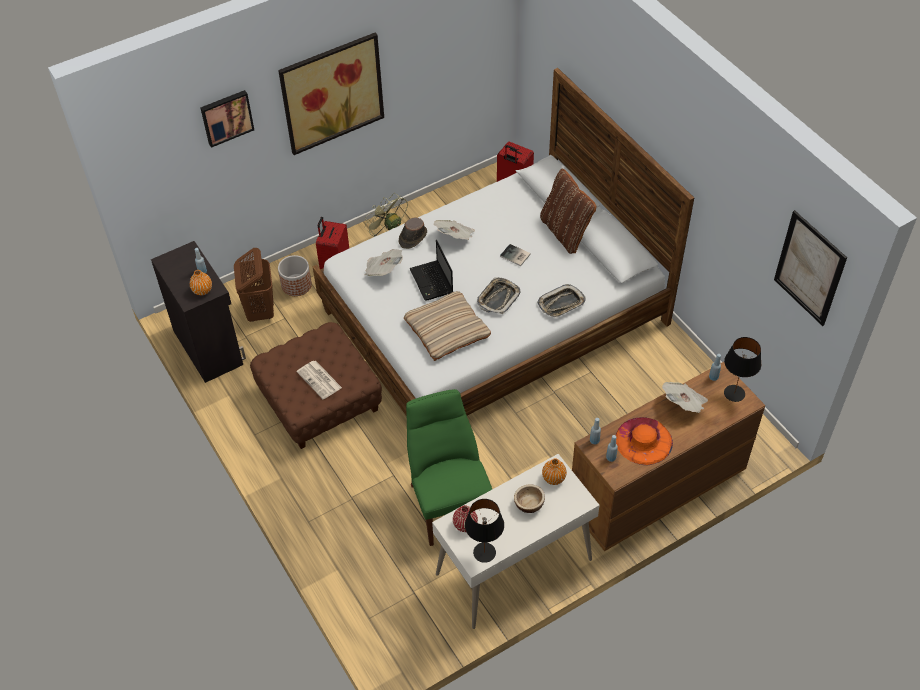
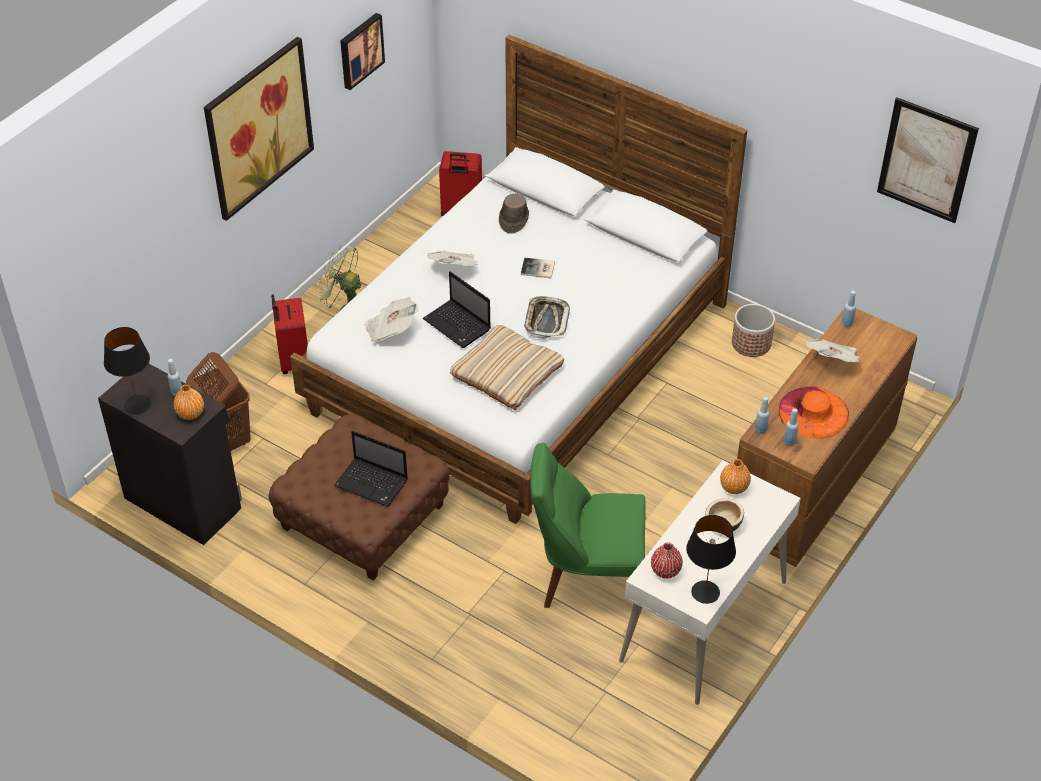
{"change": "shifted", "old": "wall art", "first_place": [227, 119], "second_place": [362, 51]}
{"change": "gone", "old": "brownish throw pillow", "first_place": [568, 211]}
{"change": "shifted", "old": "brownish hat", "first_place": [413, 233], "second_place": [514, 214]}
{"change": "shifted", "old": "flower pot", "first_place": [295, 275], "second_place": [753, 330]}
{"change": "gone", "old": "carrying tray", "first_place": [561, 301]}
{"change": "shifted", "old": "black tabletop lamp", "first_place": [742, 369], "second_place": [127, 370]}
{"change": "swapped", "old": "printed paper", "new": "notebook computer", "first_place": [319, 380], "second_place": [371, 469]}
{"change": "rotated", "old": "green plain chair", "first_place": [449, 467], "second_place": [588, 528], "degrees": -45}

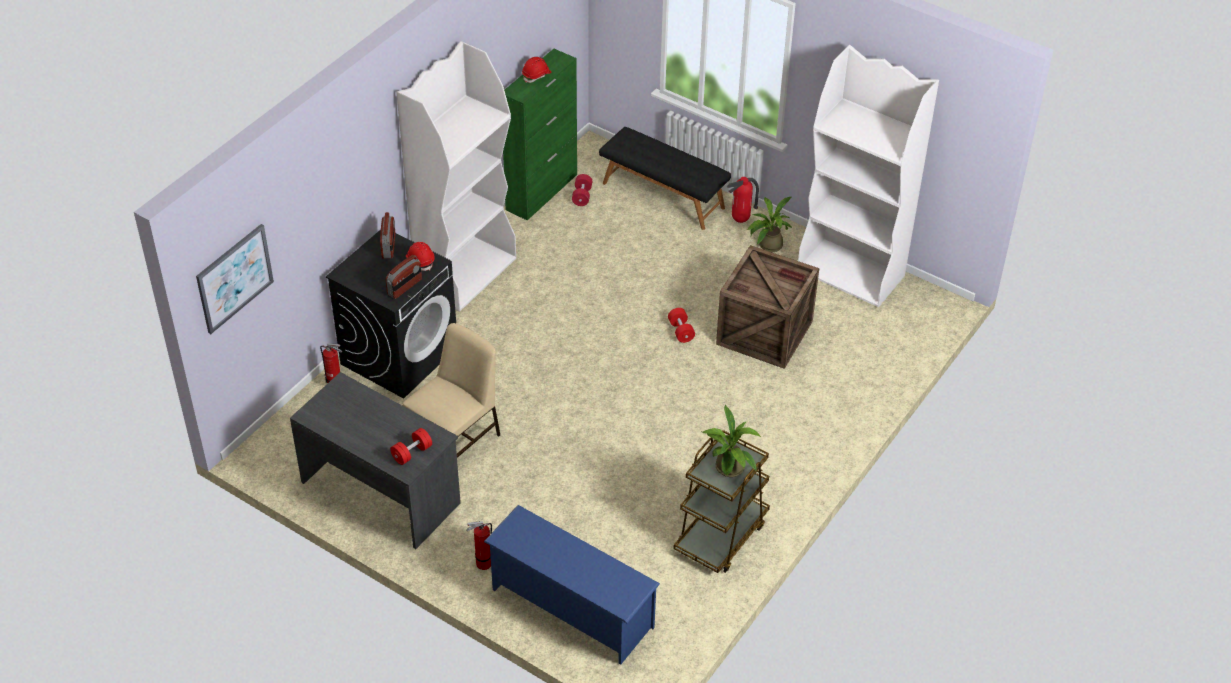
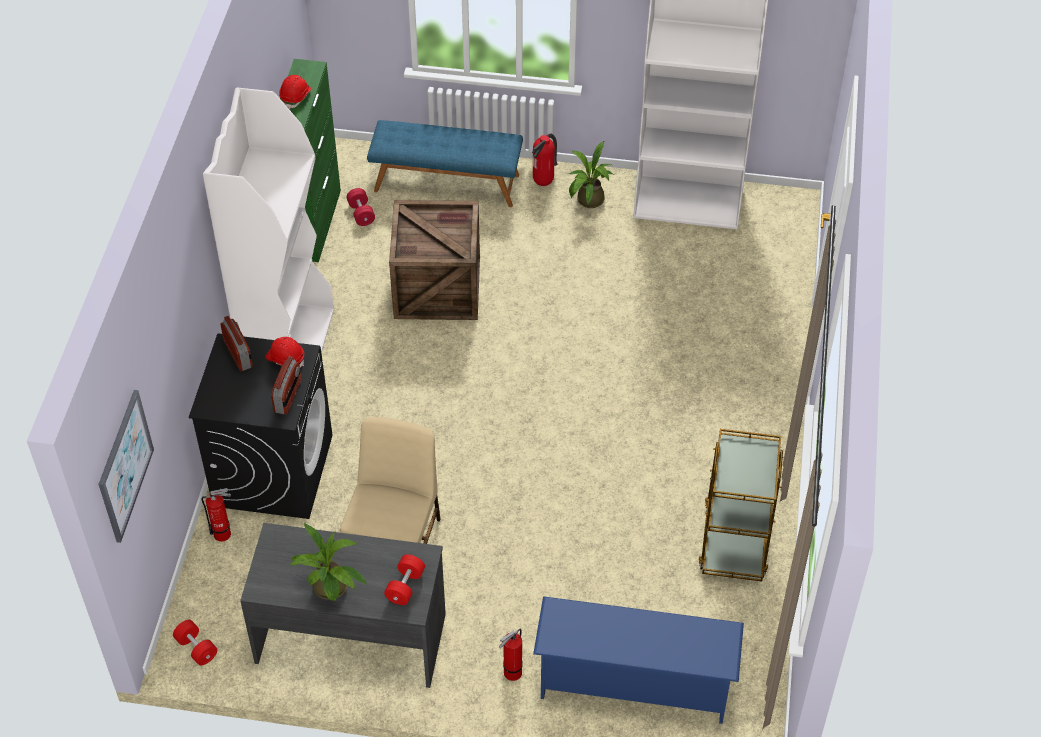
{"change": "repainted", "old": "black bench", "new": "bluish bench", "first_place": [665, 178], "second_place": [445, 163]}
{"change": "shifted", "old": "packing crate", "first_place": [767, 307], "second_place": [434, 260]}
{"change": "shifted", "old": "red free weight", "first_place": [681, 325], "second_place": [195, 642]}
{"change": "shifted", "old": "houseplant", "first_place": [731, 441], "second_place": [328, 561]}

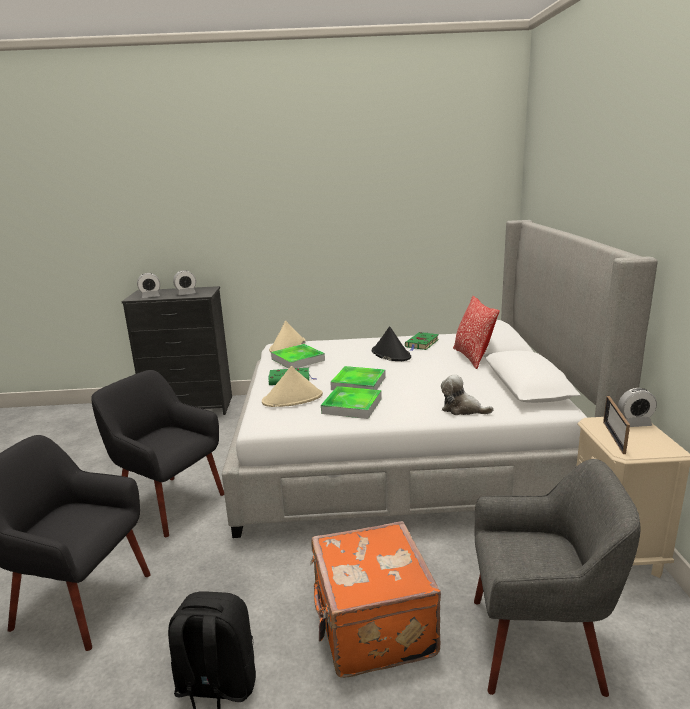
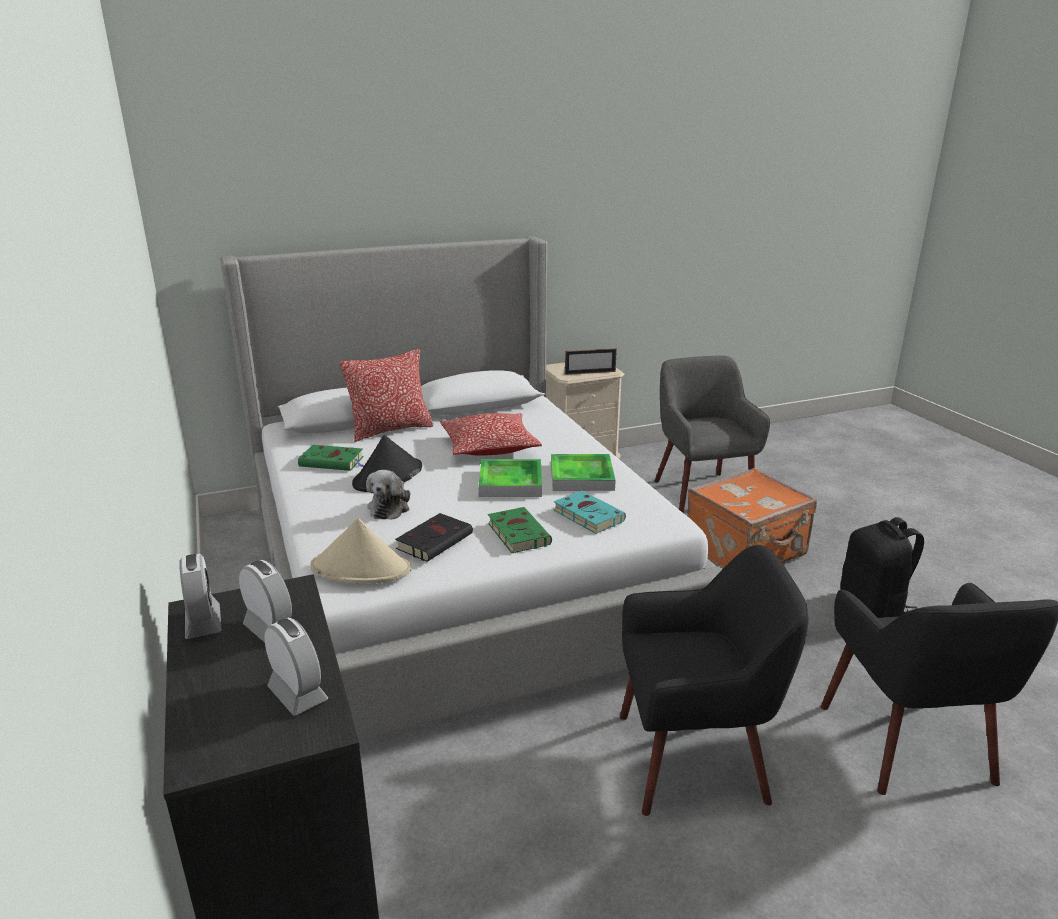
{"change": "swapped", "old": "carrying tray", "new": "black bound book", "first_place": [298, 356], "second_place": [434, 537]}
{"change": "swapped", "old": "sand-coloured hat", "new": "blue-green bound book", "first_place": [292, 386], "second_place": [590, 512]}
{"change": "rotated", "old": "black easy chair", "first_place": [157, 453], "second_place": [714, 680], "degrees": -105}
{"change": "shifted", "old": "soft toy", "first_place": [467, 394], "second_place": [388, 494]}
{"change": "shifted", "old": "alarm clock", "first_place": [637, 407], "second_place": [200, 596]}
{"change": "new", "new": "throw pillow", "second_place": [491, 434]}

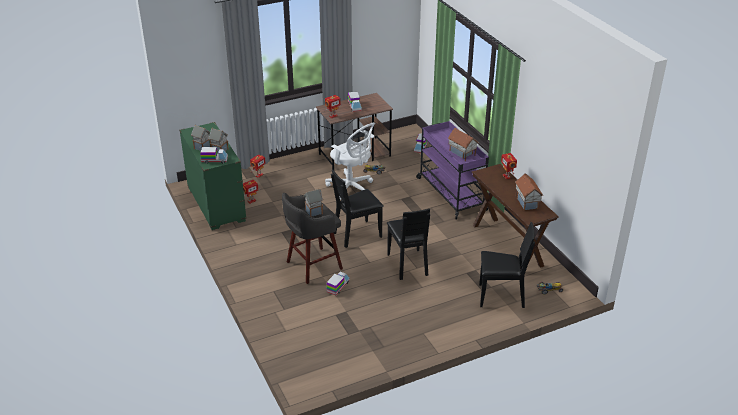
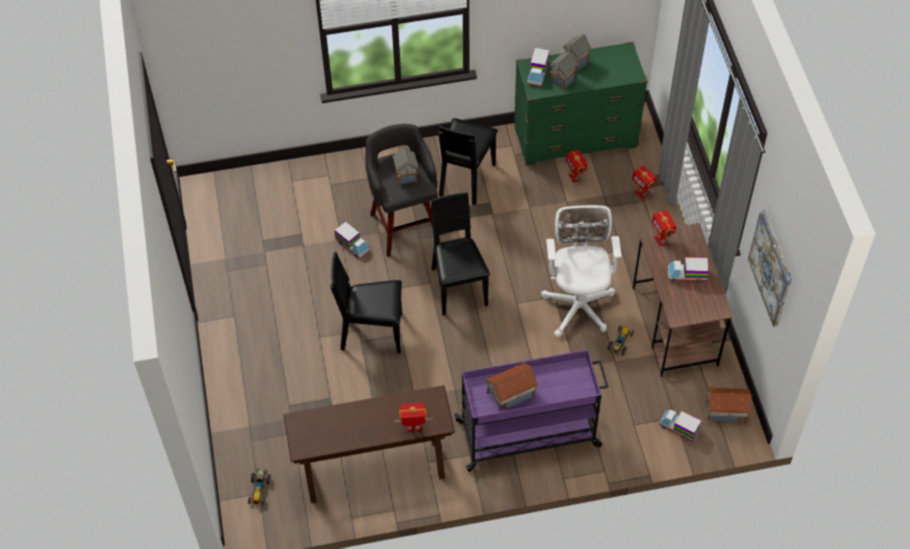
{"change": "rotated", "old": "white-coloured office chair", "first_place": [350, 161], "second_place": [581, 271], "degrees": 120}
{"change": "shifted", "old": "toy house", "first_place": [529, 192], "second_place": [729, 406]}
{"change": "shifted", "old": "black plain chair", "first_place": [507, 265], "second_place": [468, 161]}
{"change": "new", "new": "wall art", "second_place": [770, 268]}

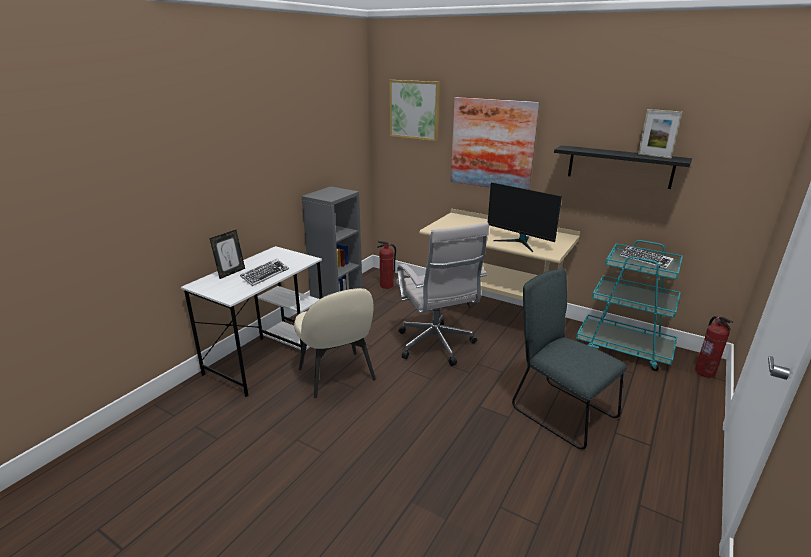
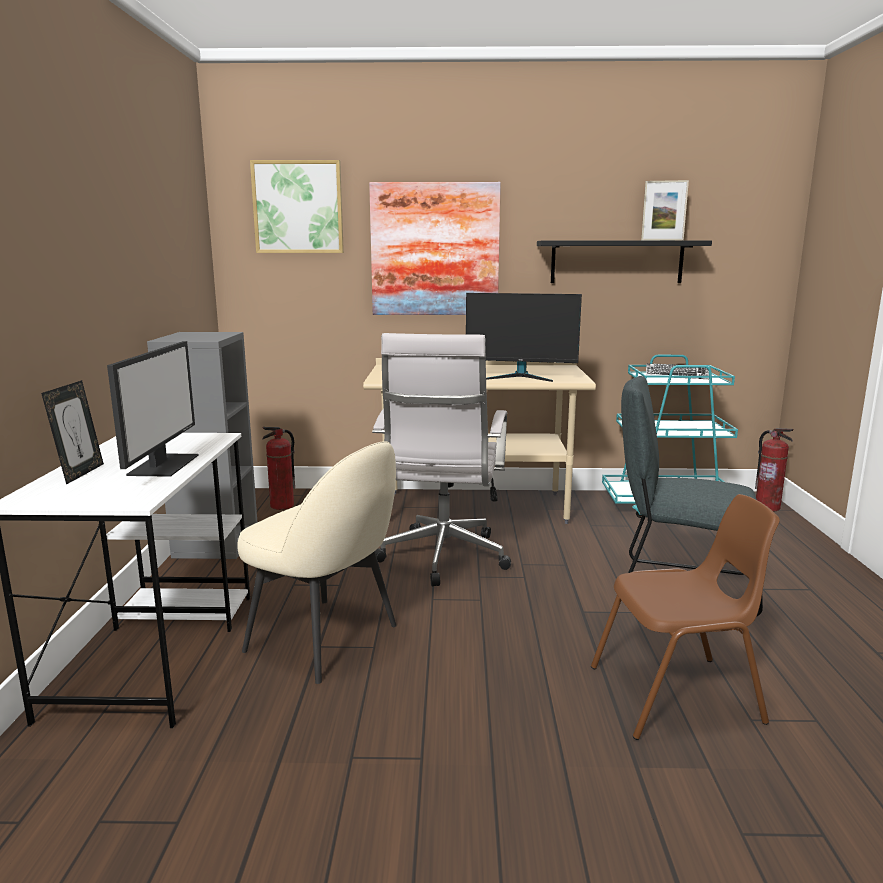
{"change": "rotated", "old": "white-coloured office chair", "first_place": [442, 294], "second_place": [441, 460], "degrees": 60}
{"change": "swapped", "old": "keyboard", "new": "monitor", "first_place": [264, 272], "second_place": [153, 409]}
{"change": "new", "new": "brownish plain chair", "second_place": [685, 617]}

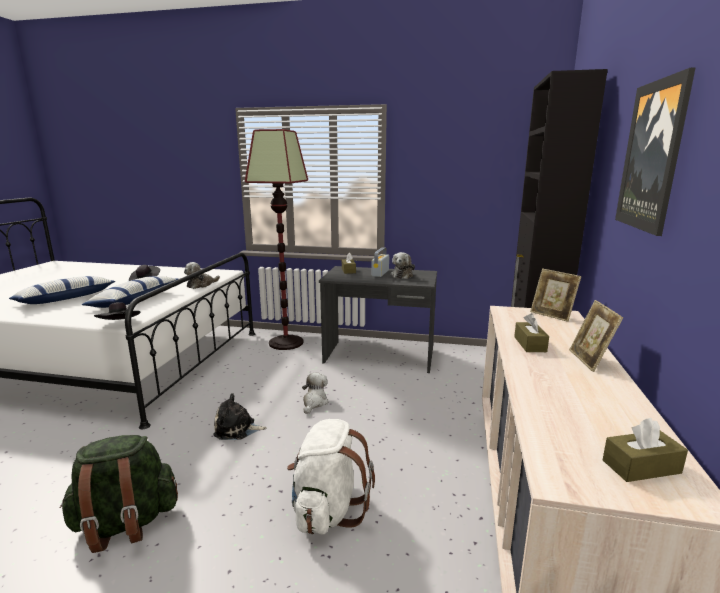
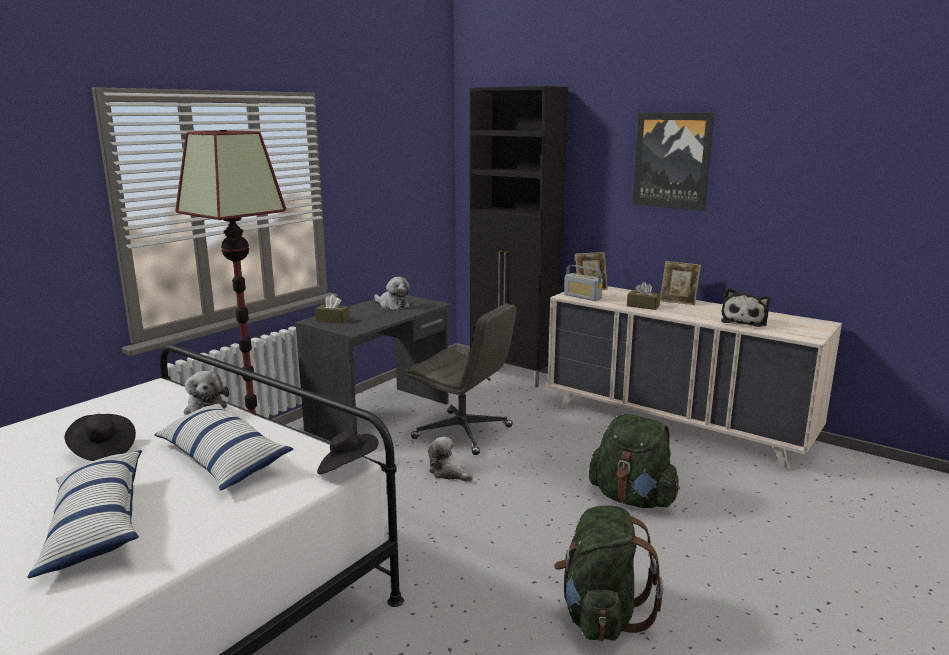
{"change": "shifted", "old": "radio set", "first_place": [380, 262], "second_place": [583, 283]}
{"change": "shifted", "old": "soft toy", "first_place": [240, 416], "second_place": [745, 307]}
{"change": "gone", "old": "brownish tissue holder", "first_place": [645, 450]}
{"change": "repainted", "old": "white-coloured rucksack", "new": "green rucksack", "first_place": [331, 476], "second_place": [634, 461]}
{"change": "new", "new": "greyish office chair", "second_place": [462, 379]}

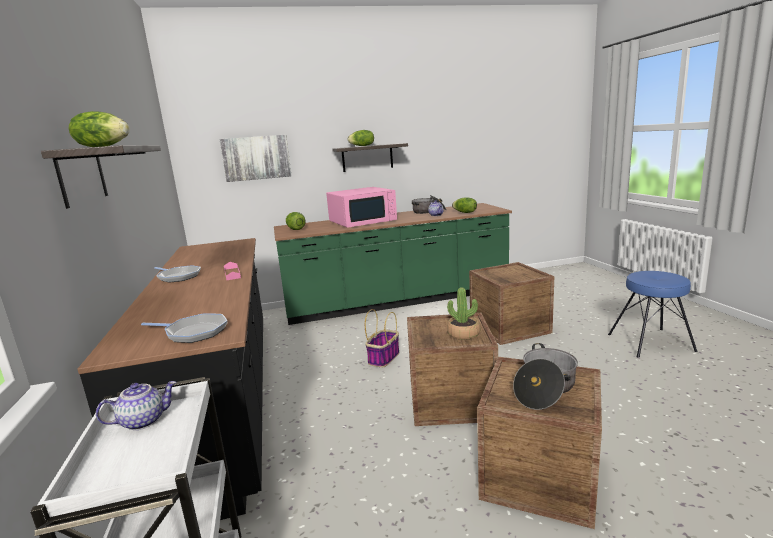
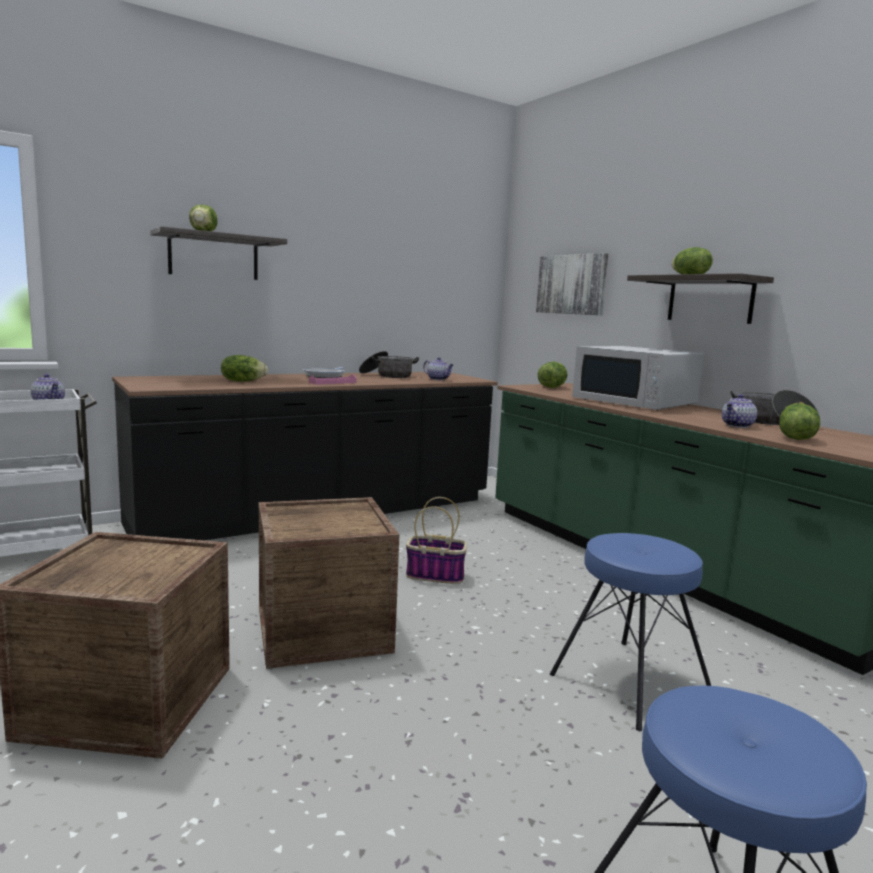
{"change": "repainted", "old": "pink kitchen microwave", "new": "white-coloured kitchen microwave", "first_place": [361, 207], "second_place": [638, 378]}
{"change": "swapped", "old": "packing crate", "new": "bluish stool seat", "first_place": [511, 303], "second_place": [630, 632]}
{"change": "gone", "old": "houseplant", "first_place": [463, 313]}
{"change": "gone", "old": "pan", "first_place": [184, 328]}
{"change": "shifted", "old": "saucepot", "first_place": [545, 376], "second_place": [389, 364]}
{"change": "new", "new": "lettuce", "second_place": [244, 368]}
{"change": "new", "new": "pot for tea", "second_place": [438, 368]}

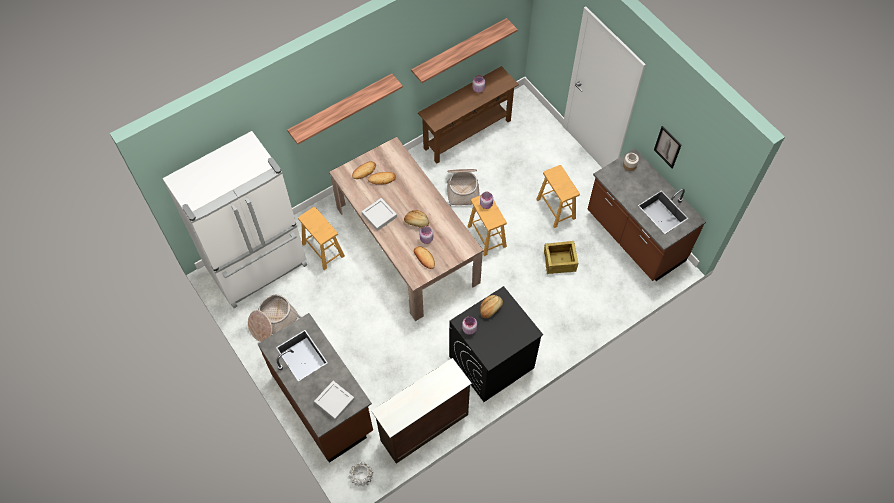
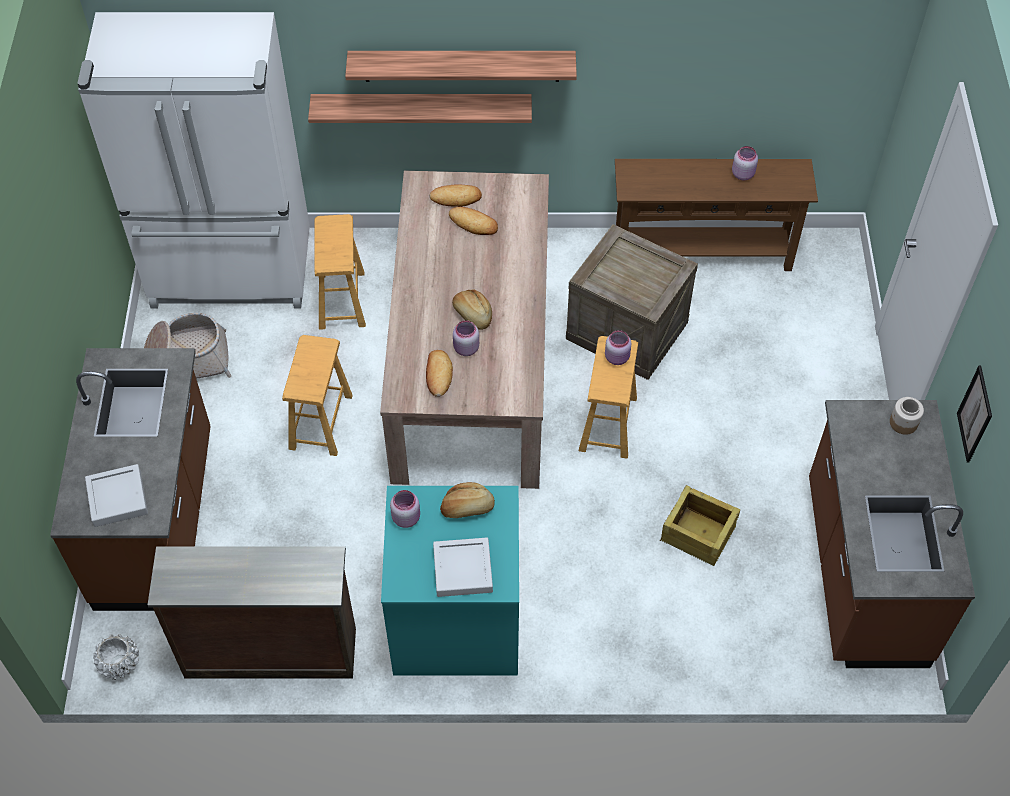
{"change": "shifted", "old": "shelf", "first_place": [464, 50], "second_place": [420, 108]}
{"change": "shifted", "old": "brownish stool seat", "first_place": [558, 196], "second_place": [317, 395]}
{"change": "swapped", "old": "storage basket", "new": "packing crate", "first_place": [463, 188], "second_place": [632, 302]}
{"change": "shifted", "old": "greyish carrying tray", "first_place": [379, 214], "second_place": [463, 567]}
{"change": "repainted", "old": "black laundry appliance", "new": "blue-green laundry appliance", "first_place": [496, 344], "second_place": [450, 581]}

